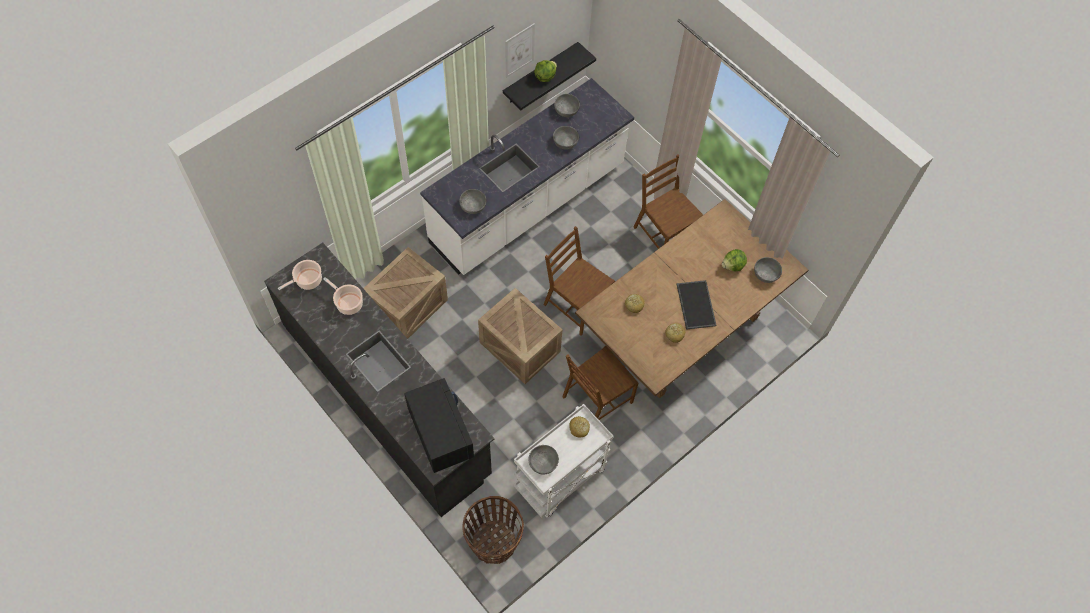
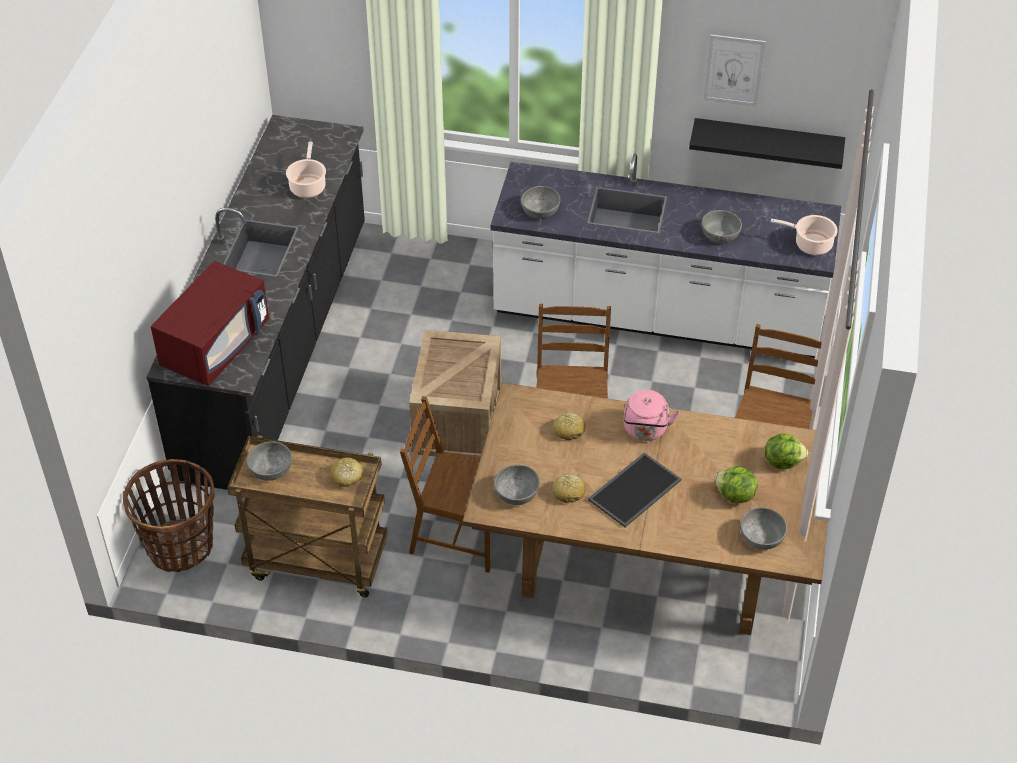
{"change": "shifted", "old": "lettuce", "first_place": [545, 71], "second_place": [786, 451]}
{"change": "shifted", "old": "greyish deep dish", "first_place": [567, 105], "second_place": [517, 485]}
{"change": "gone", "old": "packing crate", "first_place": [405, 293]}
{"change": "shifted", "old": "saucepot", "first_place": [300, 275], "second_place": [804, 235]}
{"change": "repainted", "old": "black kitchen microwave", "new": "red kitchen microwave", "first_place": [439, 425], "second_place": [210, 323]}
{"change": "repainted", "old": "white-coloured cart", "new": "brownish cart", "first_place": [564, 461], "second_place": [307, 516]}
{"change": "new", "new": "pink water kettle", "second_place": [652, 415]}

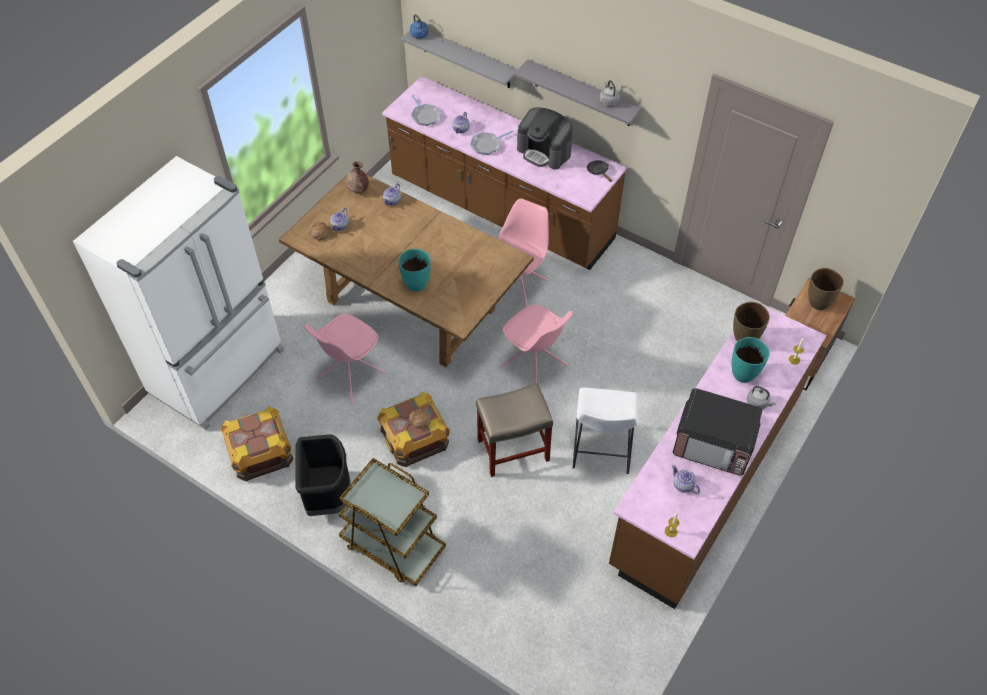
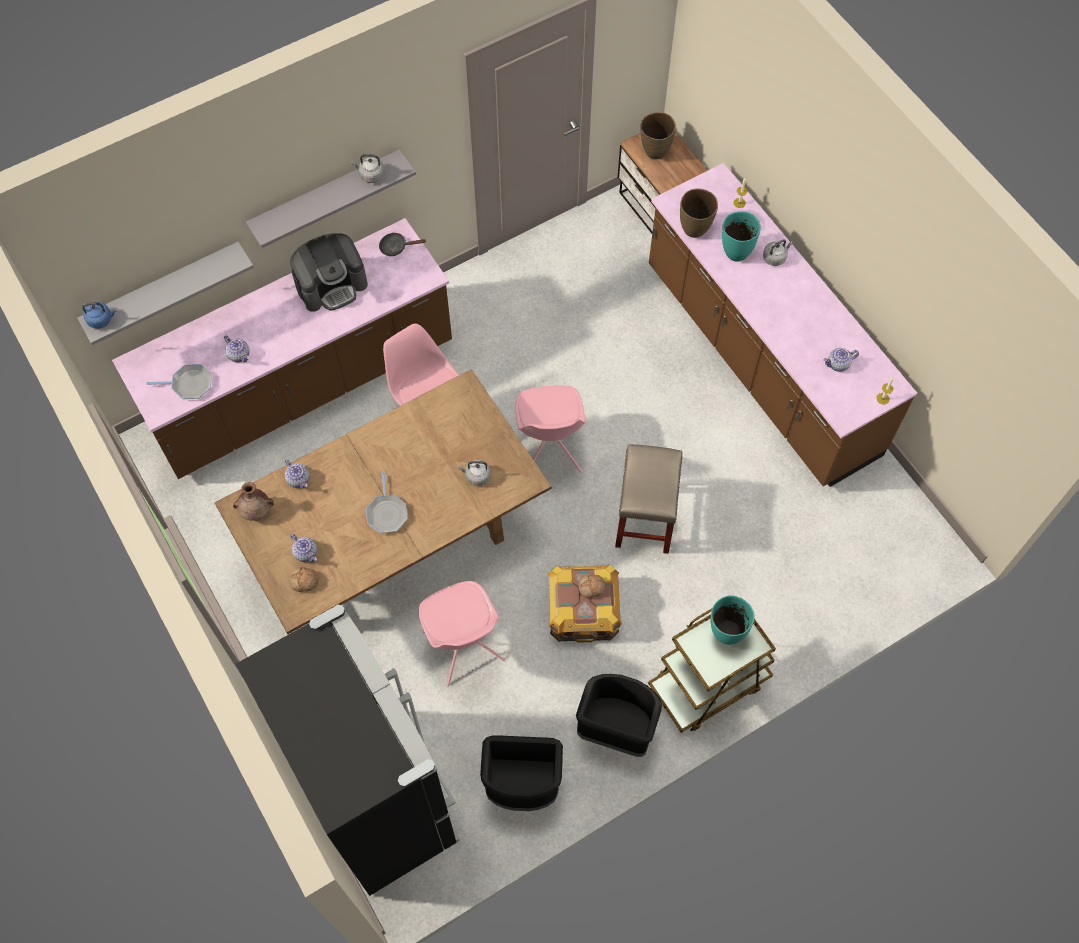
{"change": "shifted", "old": "pan", "first_place": [492, 142], "second_place": [386, 502]}
{"change": "repainted", "old": "white-coloured fridge", "new": "black fridge", "first_place": [178, 293], "second_place": [348, 750]}
{"change": "shifted", "old": "blue-green flower vase", "first_place": [414, 270], "second_place": [733, 620]}
{"change": "rotated", "old": "pink plain chair", "first_place": [536, 344], "second_place": [551, 429], "degrees": 105}
{"change": "gone", "old": "white-coloured stool seat", "first_place": [605, 430]}
{"change": "gone", "old": "kitchen microwave", "first_place": [717, 431]}
{"change": "swapped", "old": "packing crate", "new": "black rubbish bin", "first_place": [257, 444], "second_place": [521, 773]}
{"change": "new", "new": "greyish water kettle", "second_place": [474, 473]}

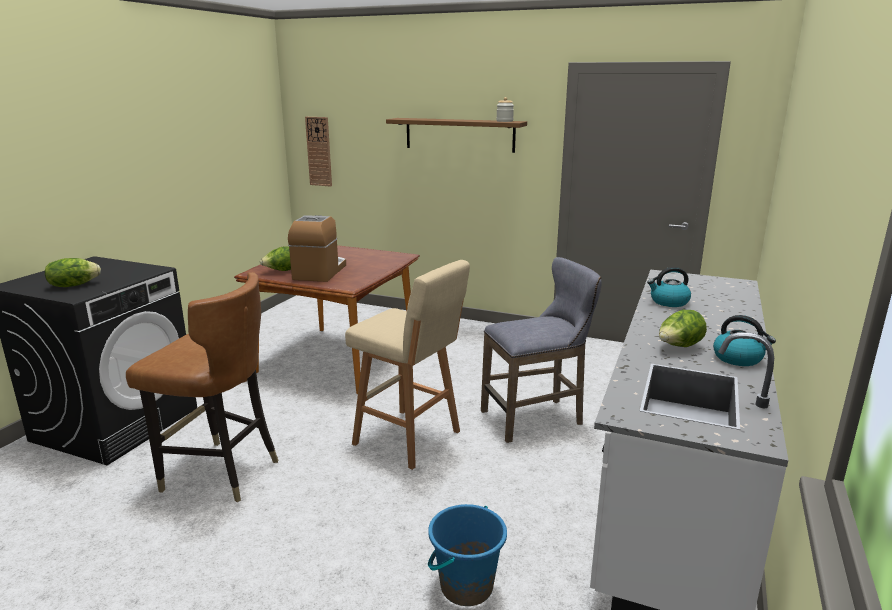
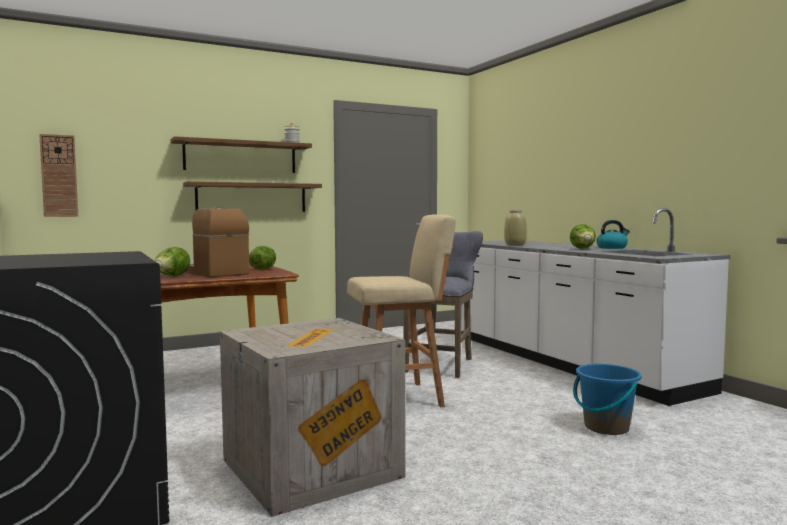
{"change": "shifted", "old": "lettuce", "first_place": [73, 272], "second_place": [262, 258]}
{"change": "swapped", "old": "water kettle", "new": "sand-coloured flower vase", "first_place": [669, 287], "second_place": [515, 227]}
{"change": "swapped", "old": "brownish plain chair", "new": "packing crate", "first_place": [202, 387], "second_place": [312, 417]}
{"change": "new", "new": "shelf", "second_place": [252, 196]}

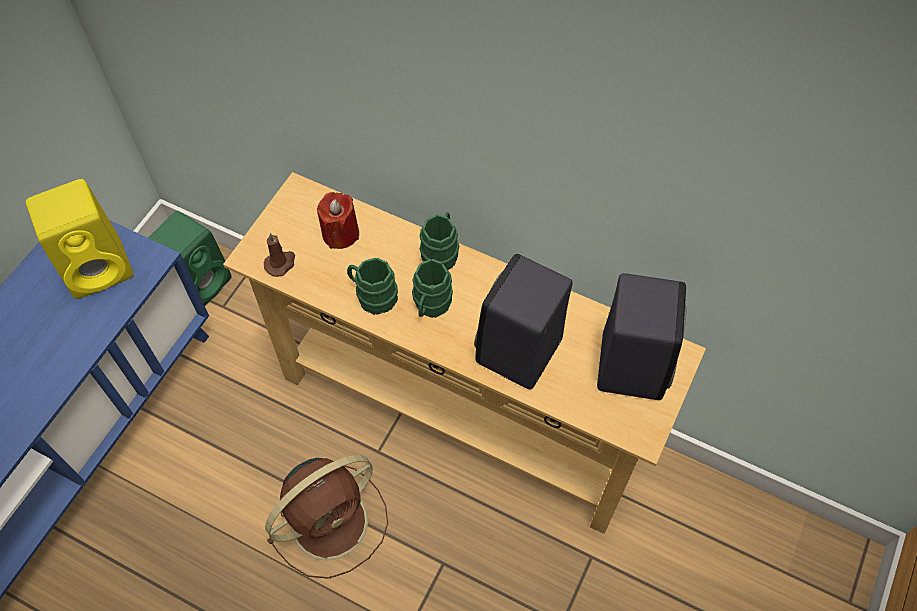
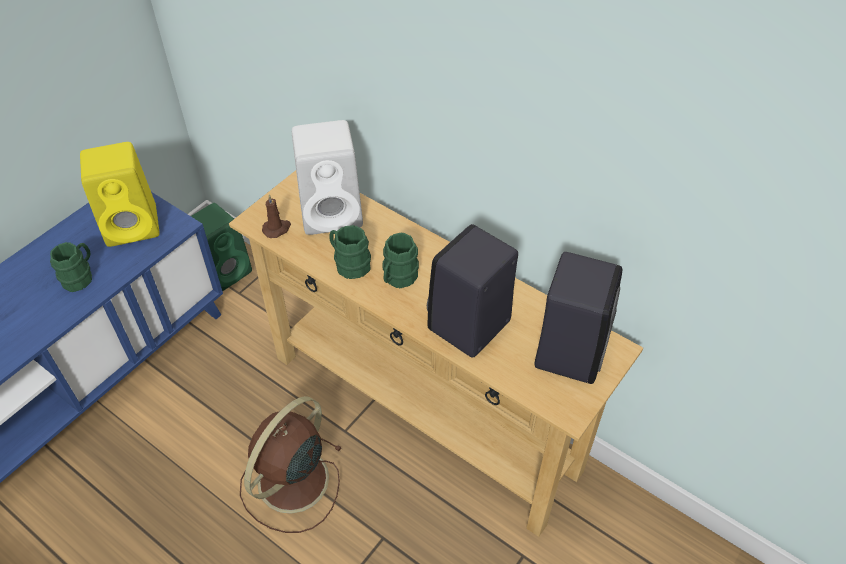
{"change": "swapped", "old": "red wax light", "new": "white-coloured audio speaker", "first_place": [338, 220], "second_place": [327, 177]}
{"change": "shifted", "old": "green mug", "first_place": [439, 241], "second_place": [71, 267]}
{"change": "rotated", "old": "brownish cooling fan", "first_place": [326, 517], "second_place": [291, 464], "degrees": 150}

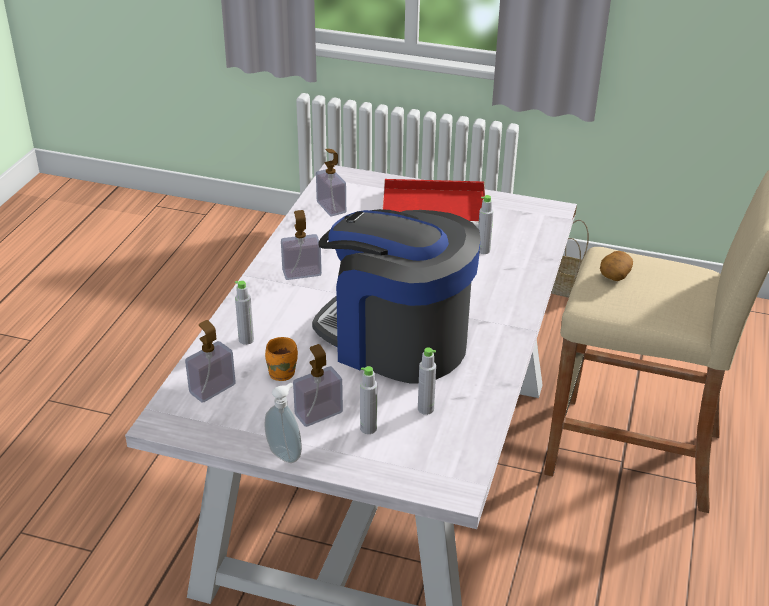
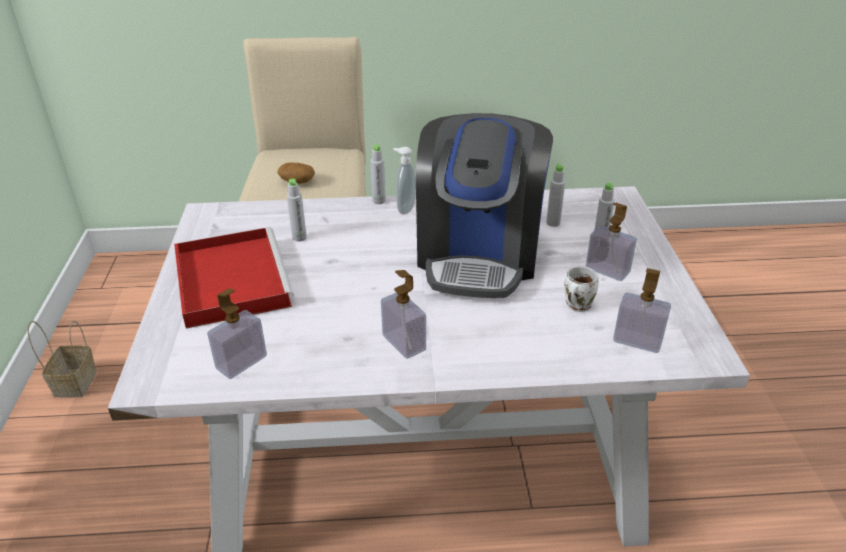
{"change": "shifted", "old": "greyish bottle", "first_place": [244, 313], "second_place": [378, 174]}
{"change": "repainted", "old": "orange mug", "new": "white-coloured mug", "first_place": [281, 359], "second_place": [581, 289]}
{"change": "shifted", "old": "liquid soap bottle", "first_place": [283, 423], "second_place": [404, 181]}

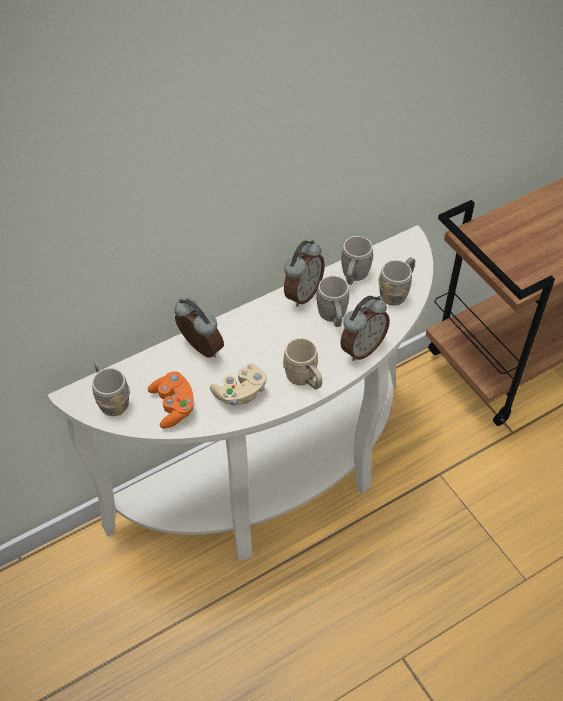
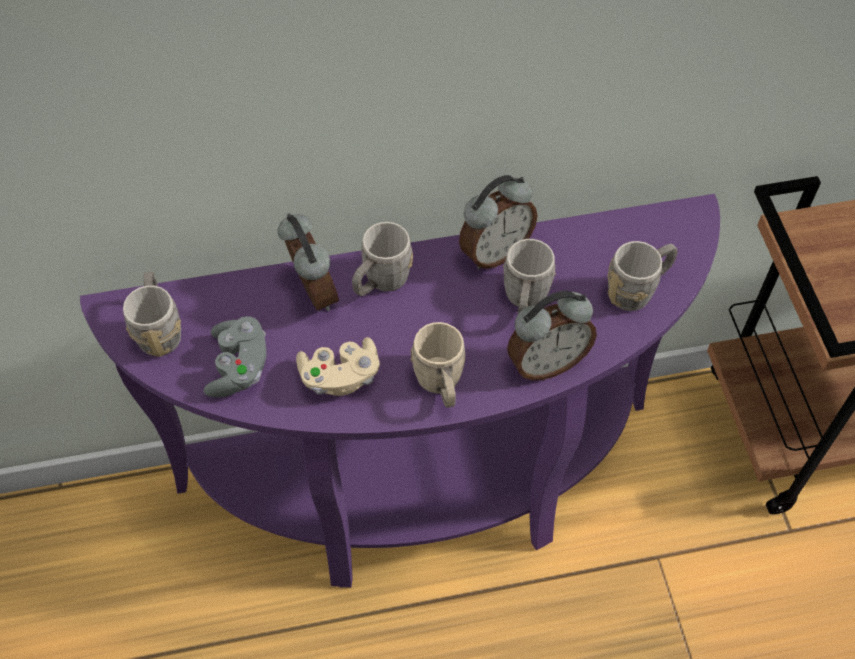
{"change": "repainted", "old": "white-coloured hall table", "new": "purple-coloured hall table", "first_place": [240, 393], "second_place": [400, 391]}
{"change": "shifted", "old": "greyish mug", "first_place": [357, 260], "second_place": [382, 259]}
{"change": "repainted", "old": "orange gamepad", "new": "greyish gamepad", "first_place": [171, 400], "second_place": [235, 356]}

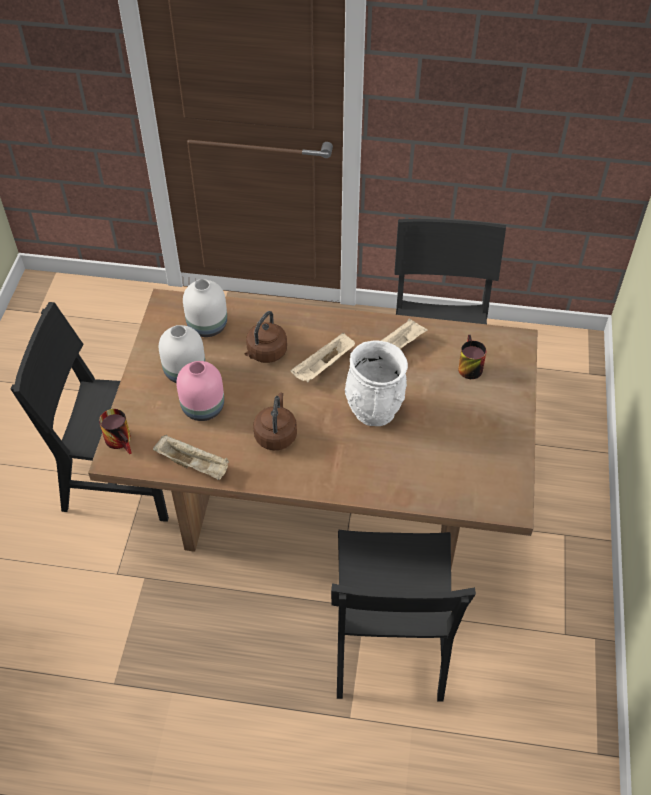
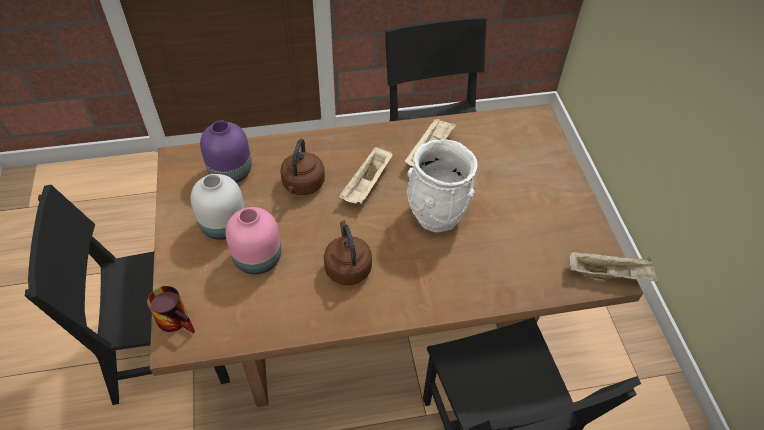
{"change": "repainted", "old": "white-coloured flower vase", "new": "purple-coloured flower vase", "first_place": [205, 308], "second_place": [226, 151]}
{"change": "gone", "old": "mug", "first_place": [472, 357]}
{"change": "shifted", "old": "sand-coloured carrying tray", "first_place": [191, 457], "second_place": [613, 266]}

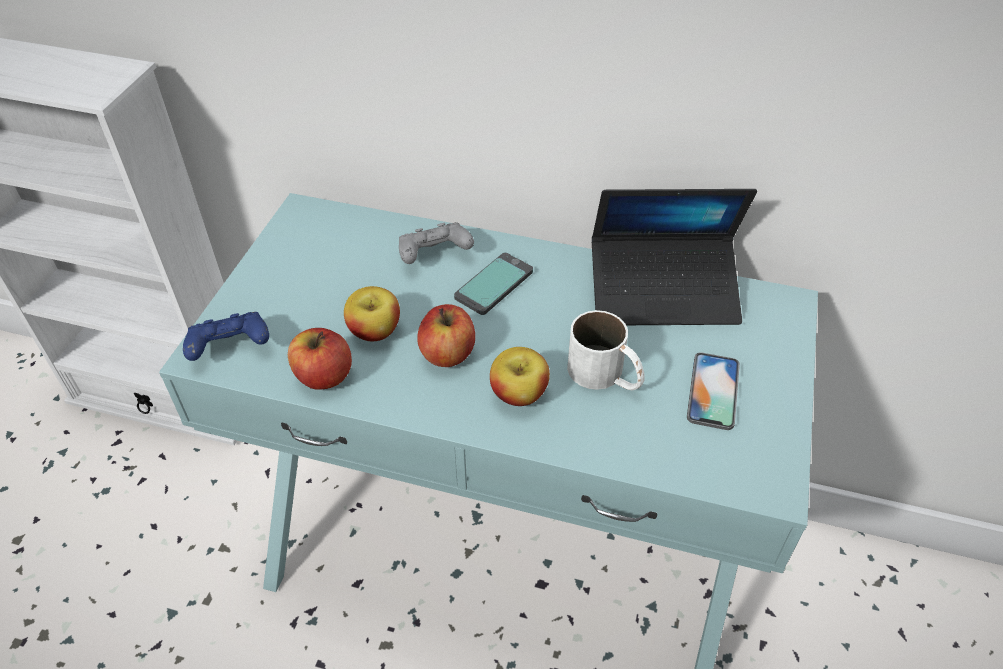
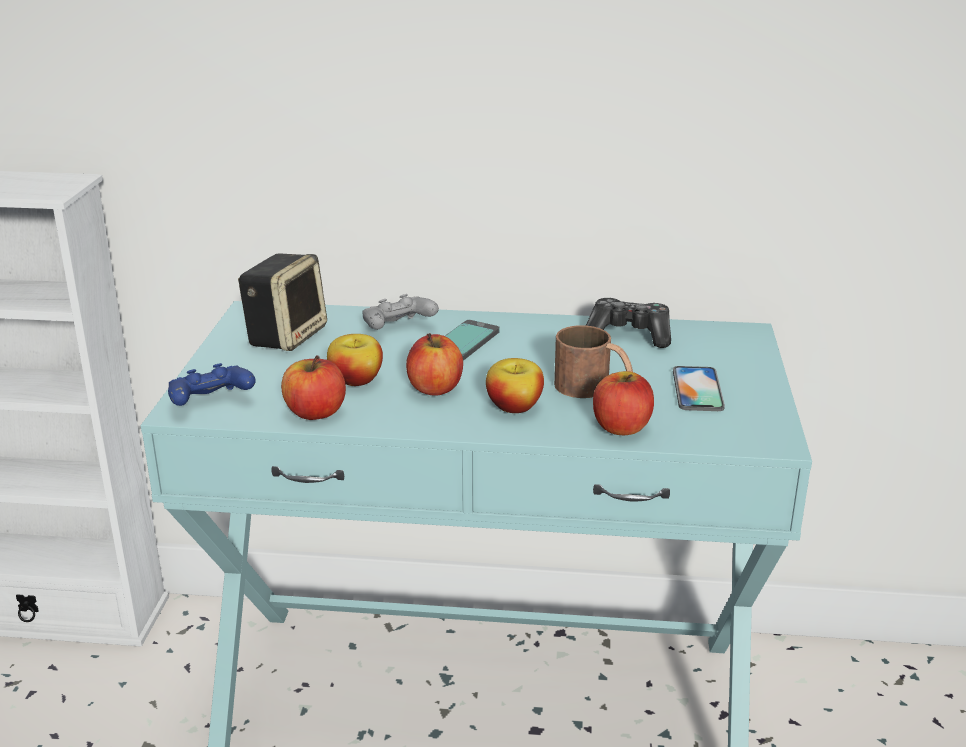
{"change": "swapped", "old": "notebook computer", "new": "gamepad", "first_place": [674, 257], "second_place": [628, 323]}
{"change": "repainted", "old": "white-coloured mug", "new": "brownish mug", "first_place": [606, 350], "second_place": [593, 361]}
{"change": "new", "new": "audio speaker", "second_place": [282, 302]}
{"change": "new", "new": "apple", "second_place": [623, 403]}

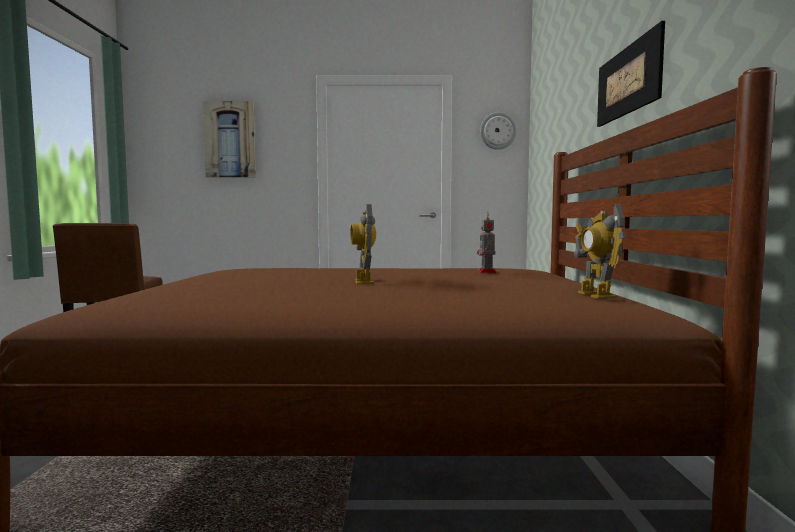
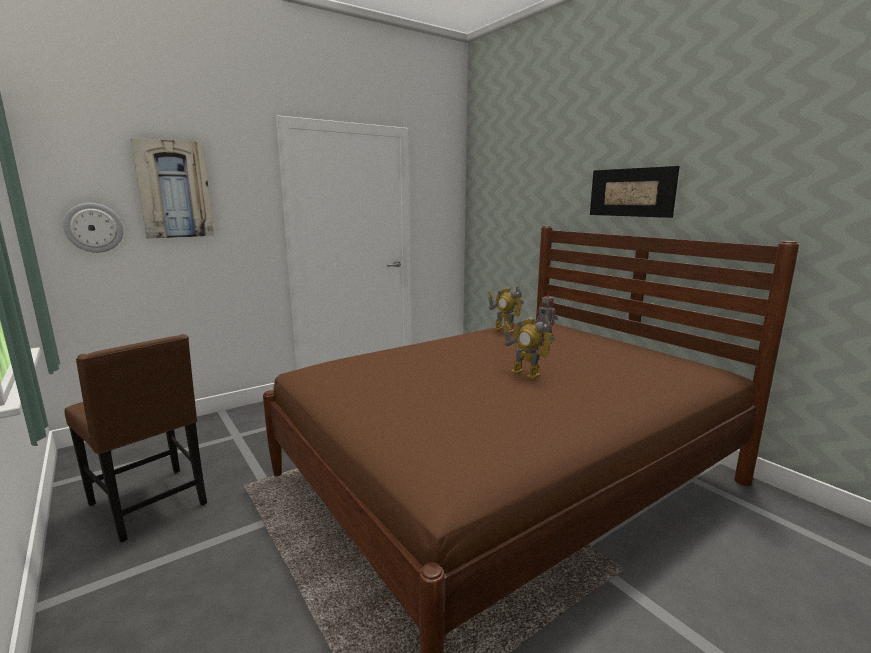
{"change": "shifted", "old": "clock on the wall", "first_place": [498, 131], "second_place": [93, 228]}
{"change": "shifted", "old": "toy robot", "first_place": [600, 251], "second_place": [506, 309]}

